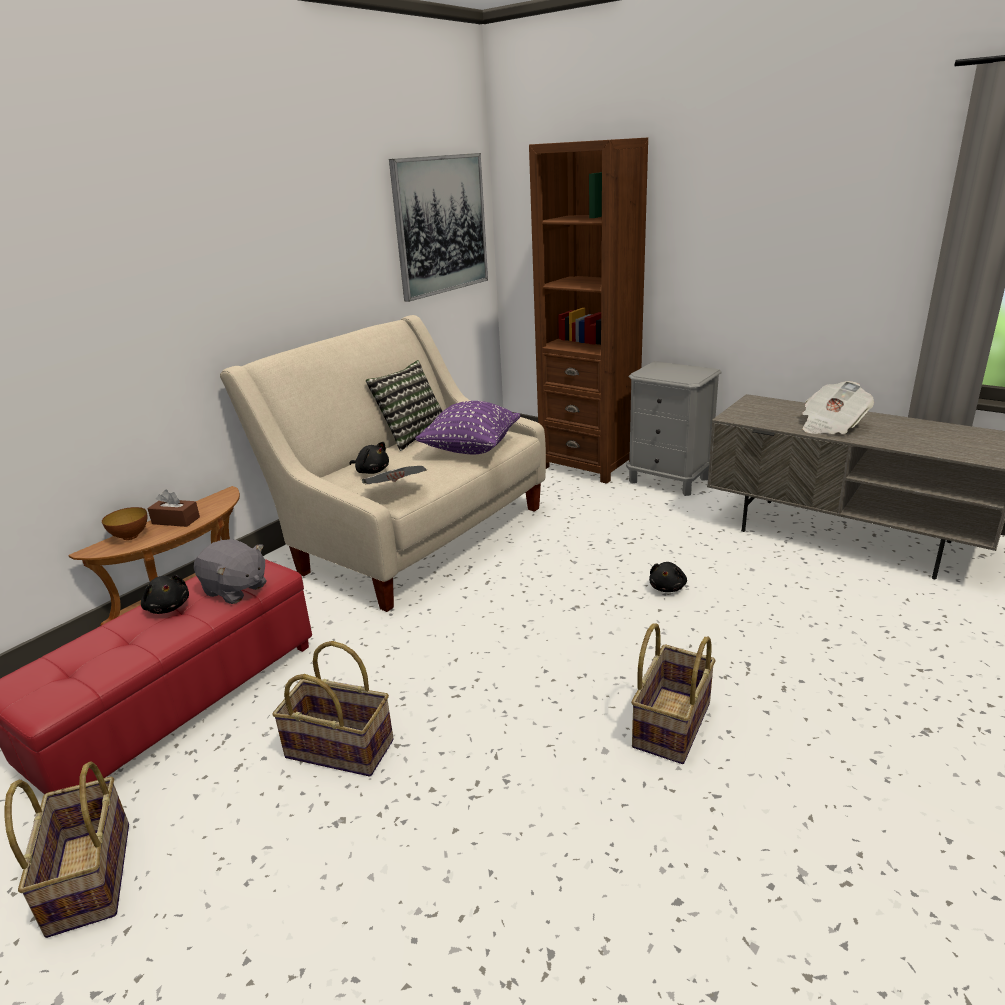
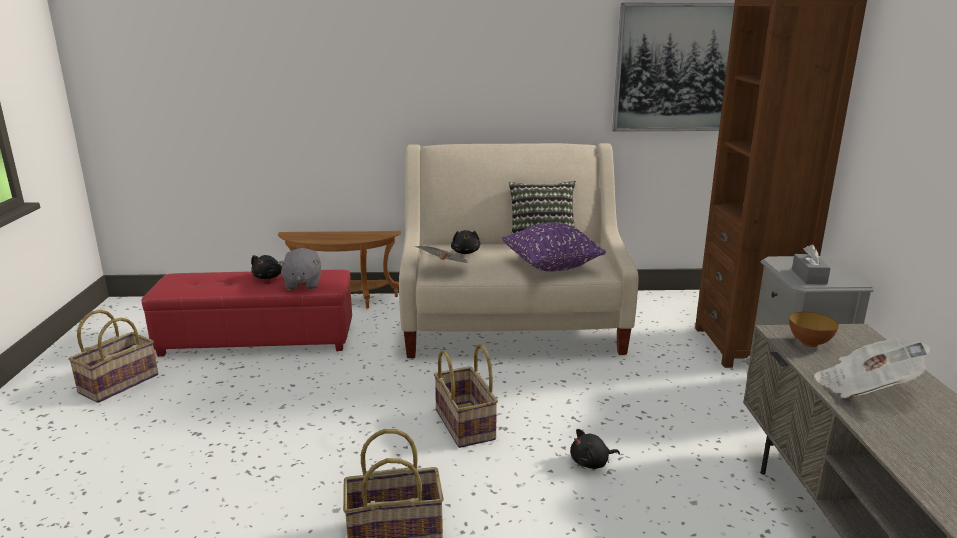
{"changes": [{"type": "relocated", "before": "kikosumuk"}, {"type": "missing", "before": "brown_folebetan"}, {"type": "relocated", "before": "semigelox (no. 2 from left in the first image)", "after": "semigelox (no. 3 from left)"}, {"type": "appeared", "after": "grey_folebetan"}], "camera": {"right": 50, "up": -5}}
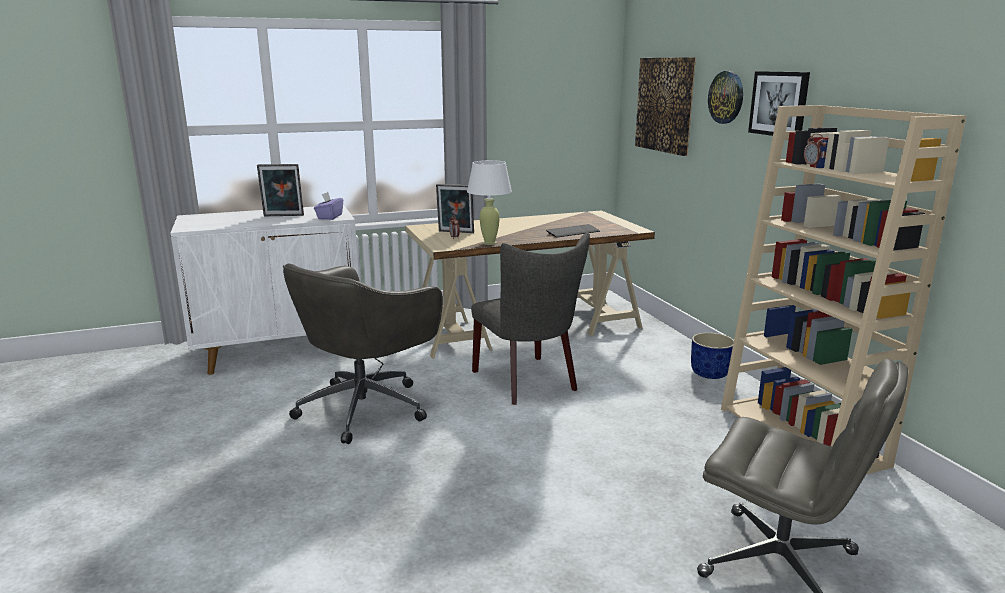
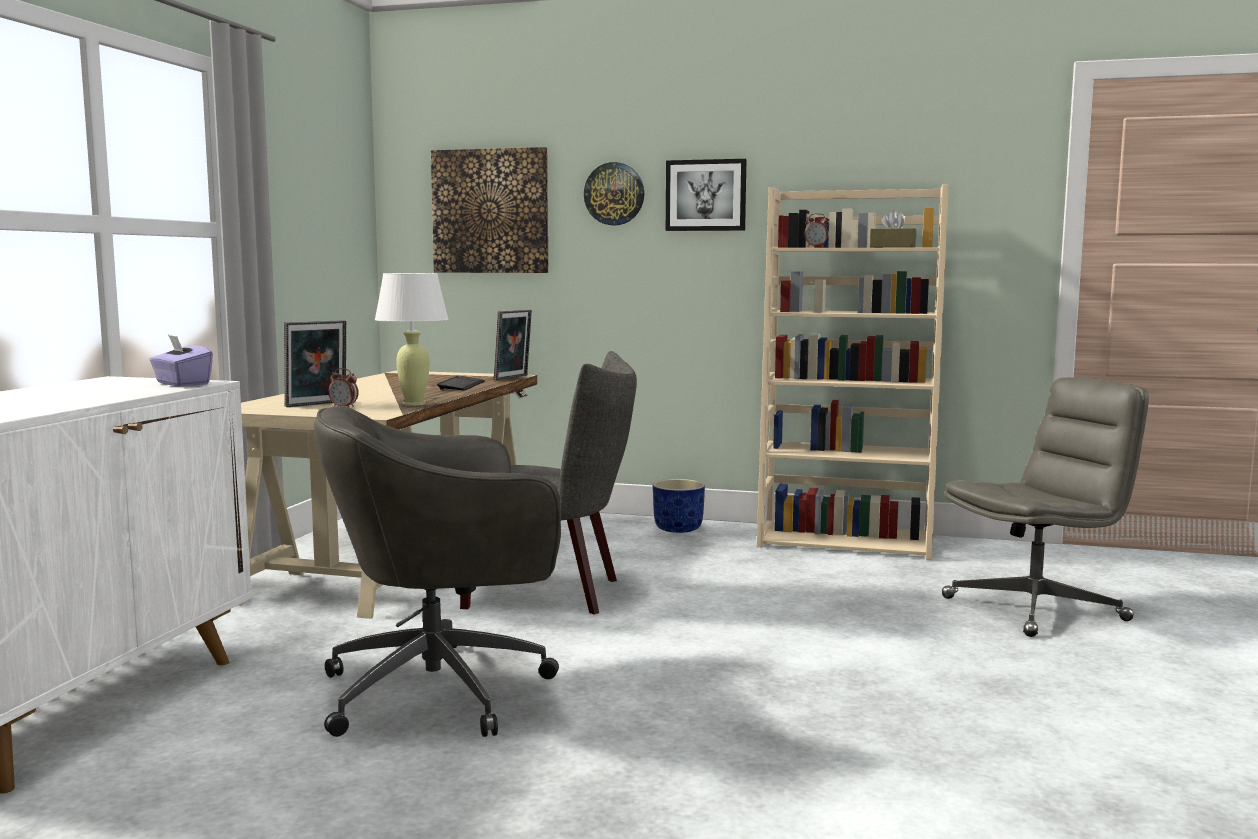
{"changes": [{"type": "relocated", "before": "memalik (no. 1 from left in the first image)", "after": "memalik (no. 2 from left)"}, {"type": "spun", "before": "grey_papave (no. 1 from left)", "turn": 90}, {"type": "appeared", "after": "brown_folebetan"}], "camera": {"right": -55, "up": -10}}
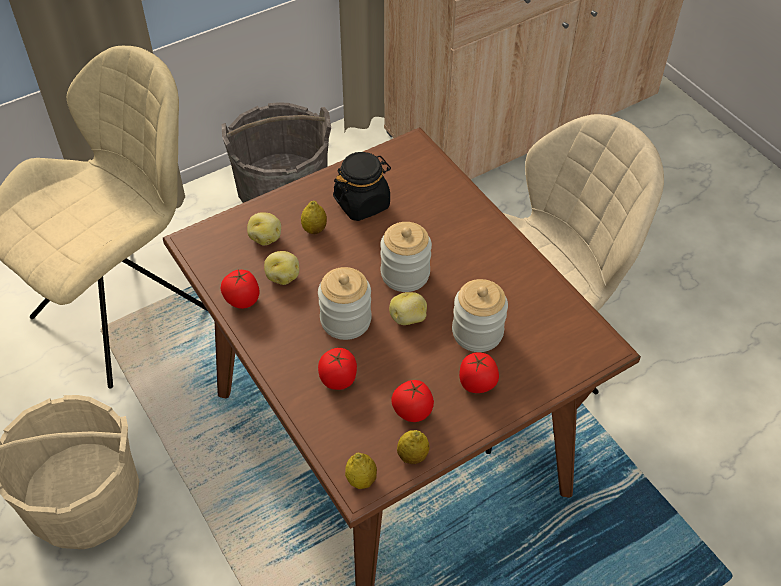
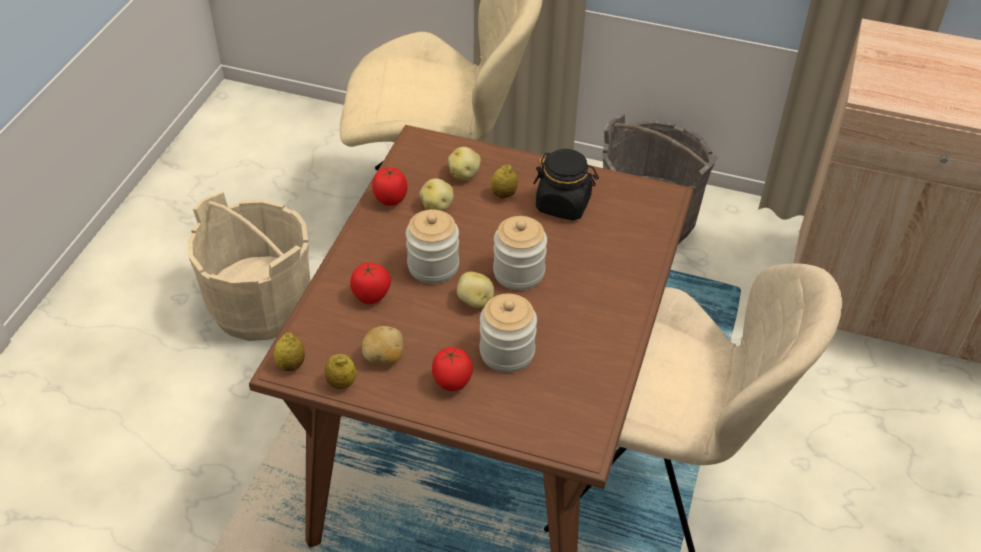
{"changes": [{"type": "exchanged", "before": "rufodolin (no. 3 from left)", "after": "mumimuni (no. 1 from left)"}], "camera": {"right": 50, "up": -5}}
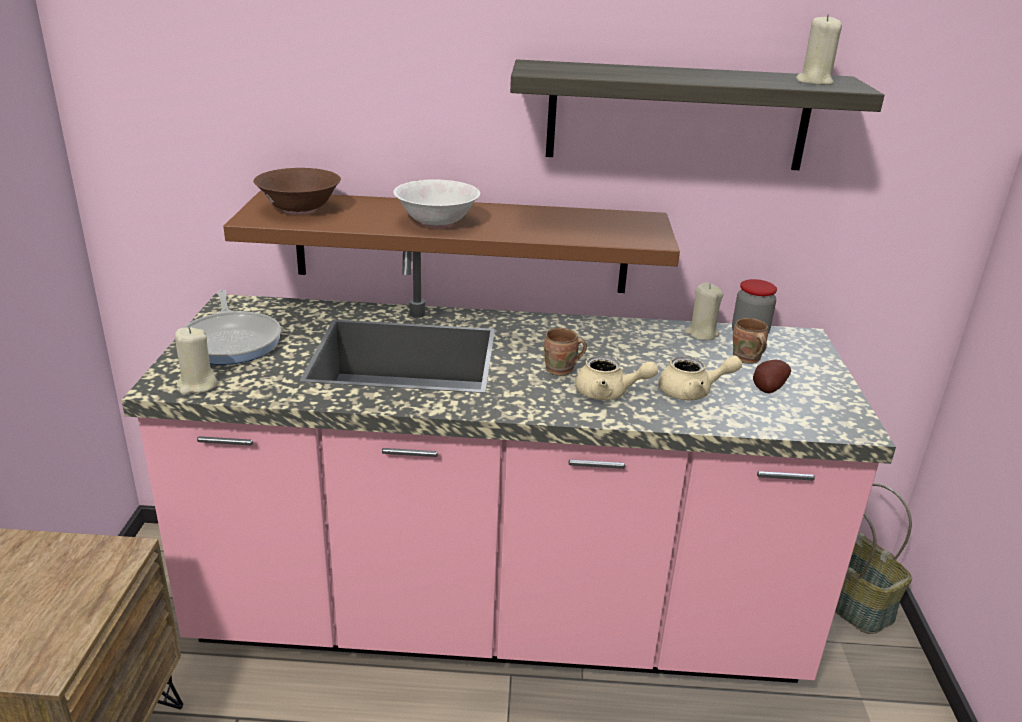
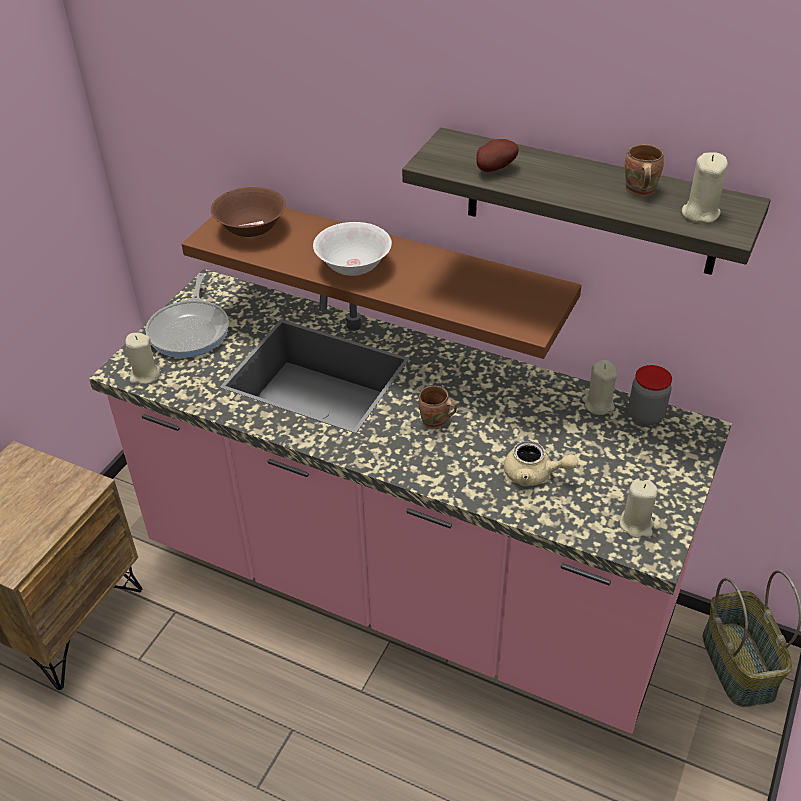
{"changes": [{"type": "missing", "before": "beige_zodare (no. 1 from left)"}, {"type": "relocated", "before": "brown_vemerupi (no. 2 from left)"}, {"type": "relocated", "before": "mumimuni"}, {"type": "appeared", "after": "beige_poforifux (no. 3 from left)"}], "camera": {"right": 25, "up": 15}}
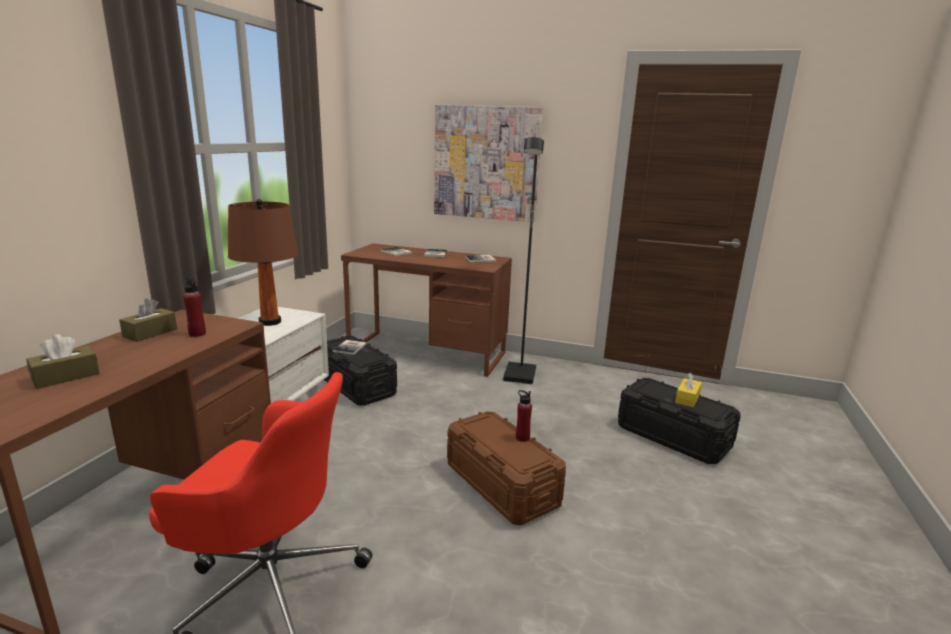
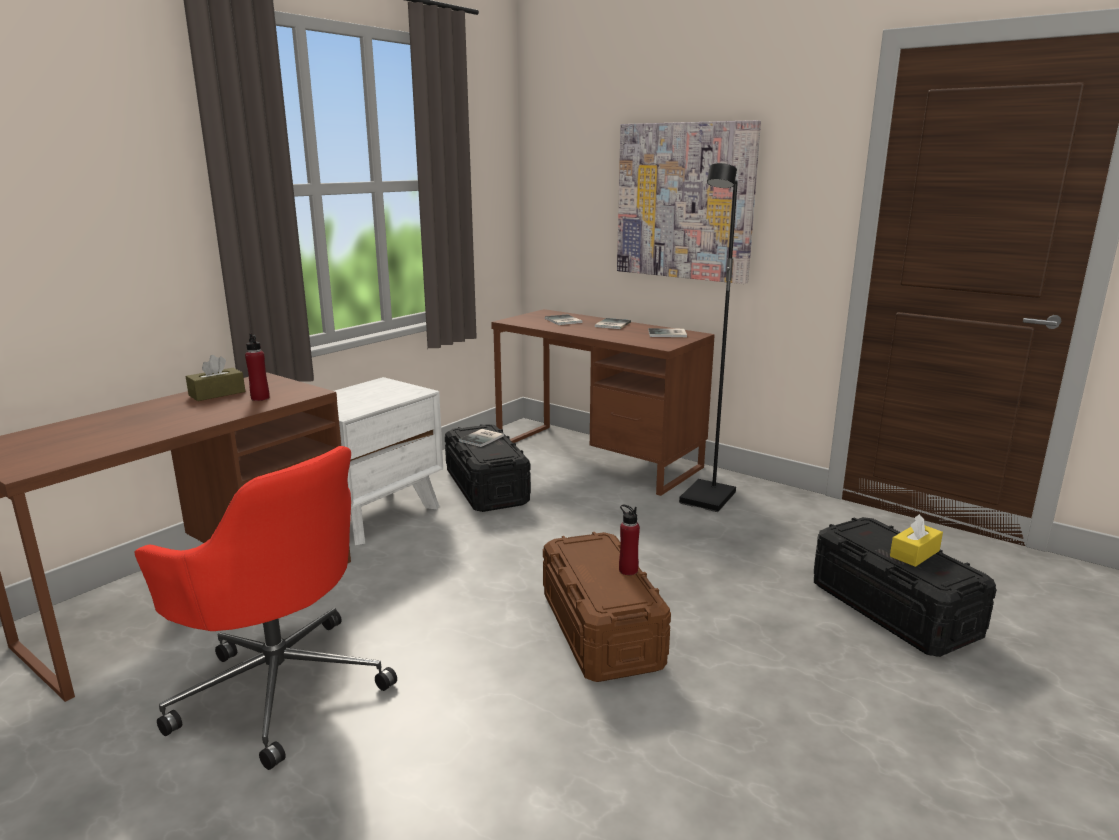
{"changes": [{"type": "missing", "before": "brown_folebetan (no. 1 from left)"}, {"type": "missing", "before": "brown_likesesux"}], "camera": {"right": 20, "up": 0}}
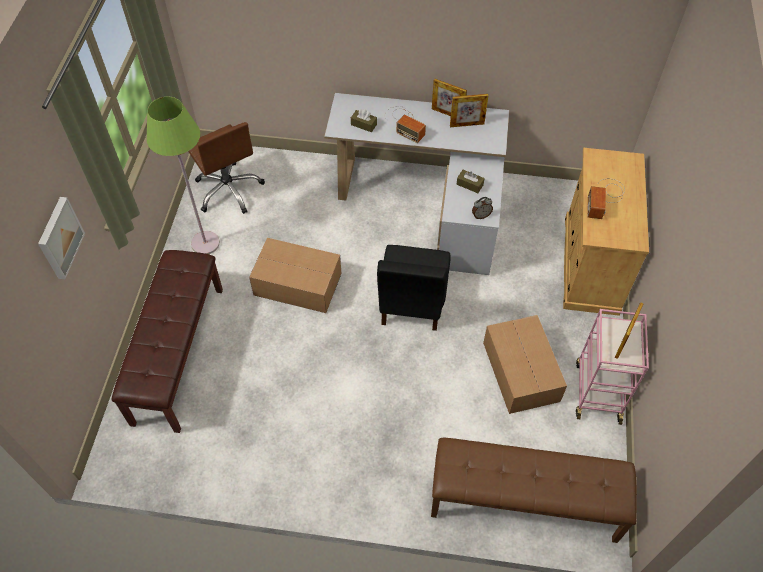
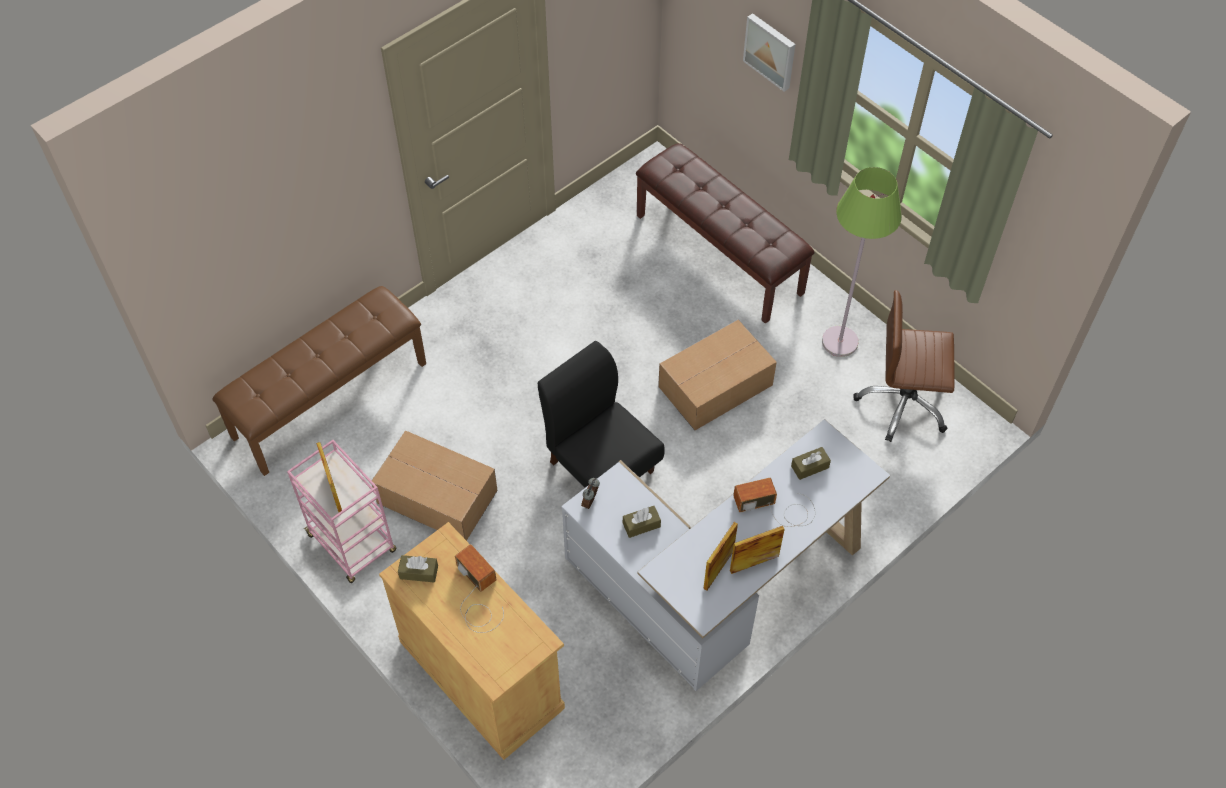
{"changes": [{"type": "appeared", "after": "brown_folebetan (no. 1 from left)"}], "camera": {"right": 130, "up": 0}}
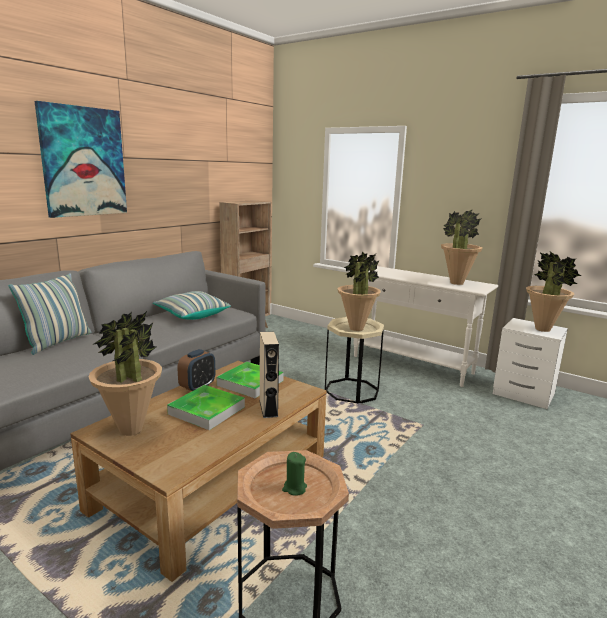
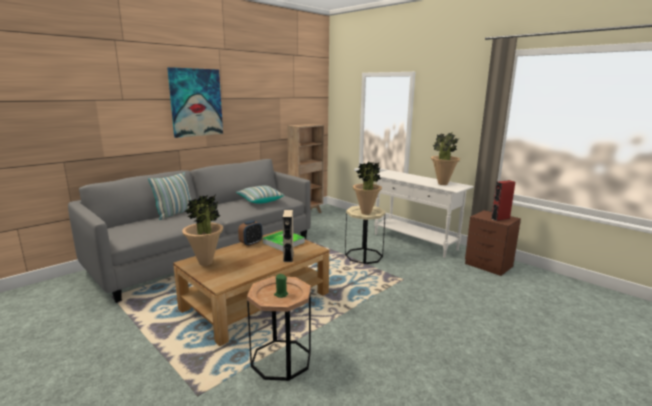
{"changes": [{"type": "missing", "before": "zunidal (no. 1 from left)"}, {"type": "colour", "before": "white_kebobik", "after": "brown_kebobik"}, {"type": "exchanged", "before": "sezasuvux (no. 4 from left)", "after": "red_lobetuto"}], "camera": {"right": 10, "up": 0}}
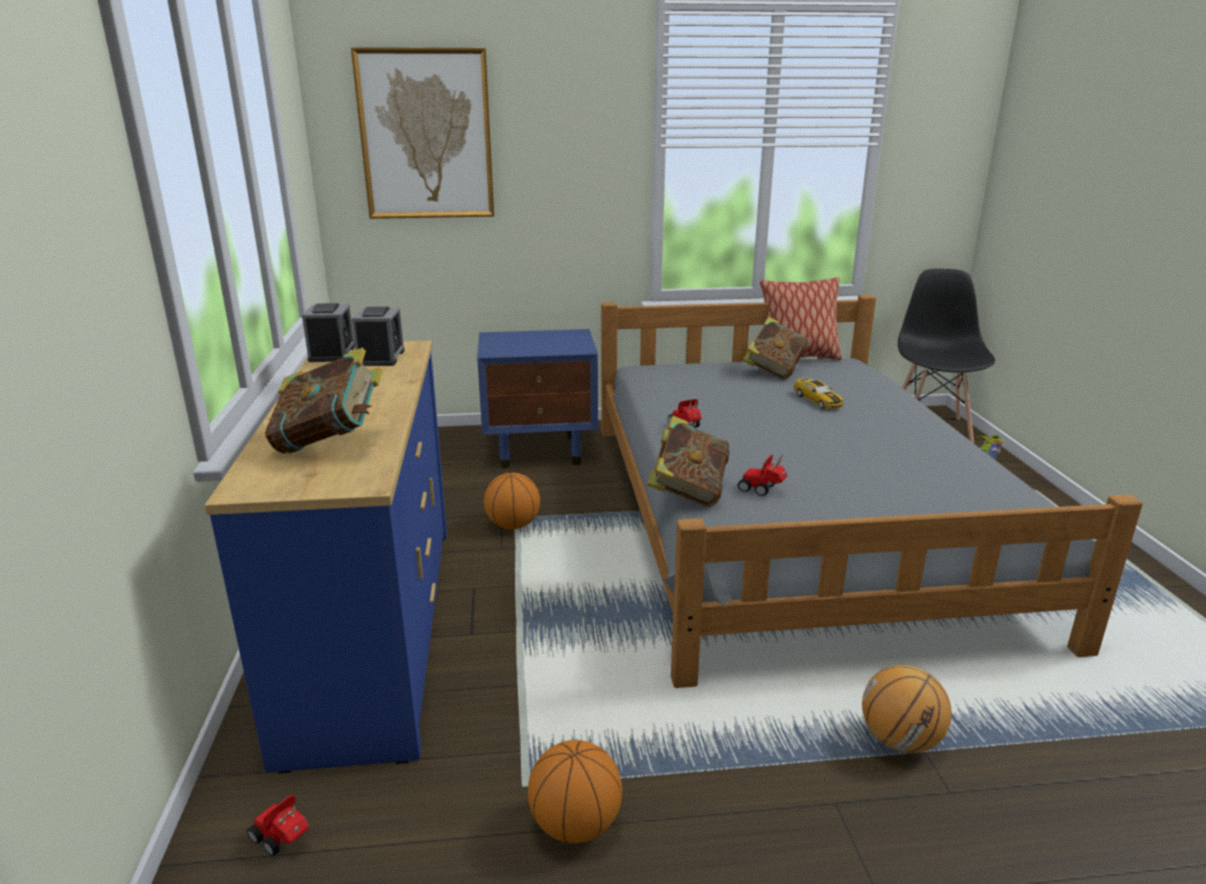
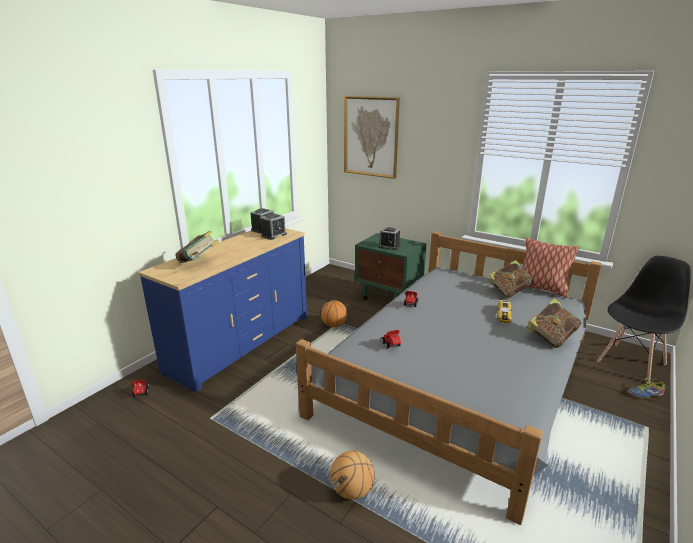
{"changes": [{"type": "colour", "before": "blue_kebobik", "after": "green_kebobik"}, {"type": "missing", "before": "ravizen (no. 2 from left)"}, {"type": "relocated", "before": "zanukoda (no. 2 from left in the first image)", "after": "zanukoda (no. 3 from left)"}, {"type": "appeared", "after": "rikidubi (no. 3 from left)"}], "camera": {"right": 40, "up": 0}}
